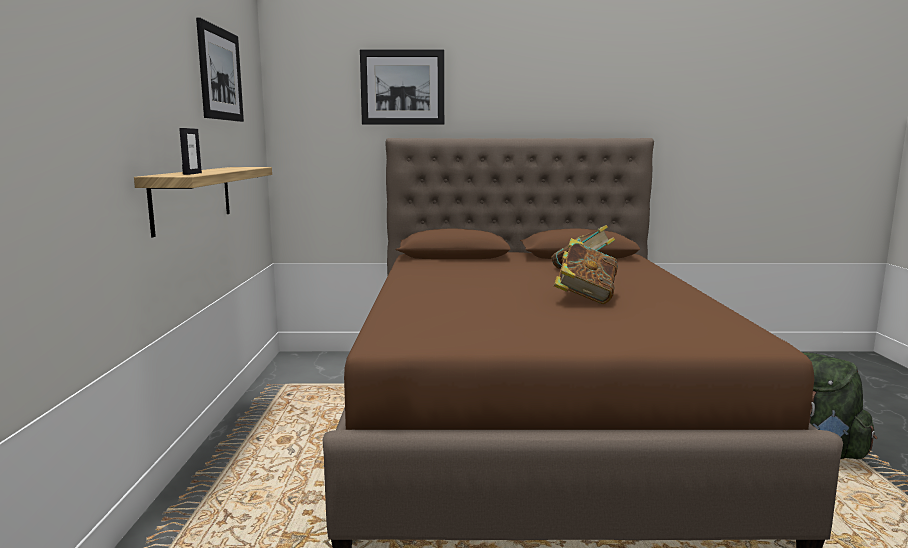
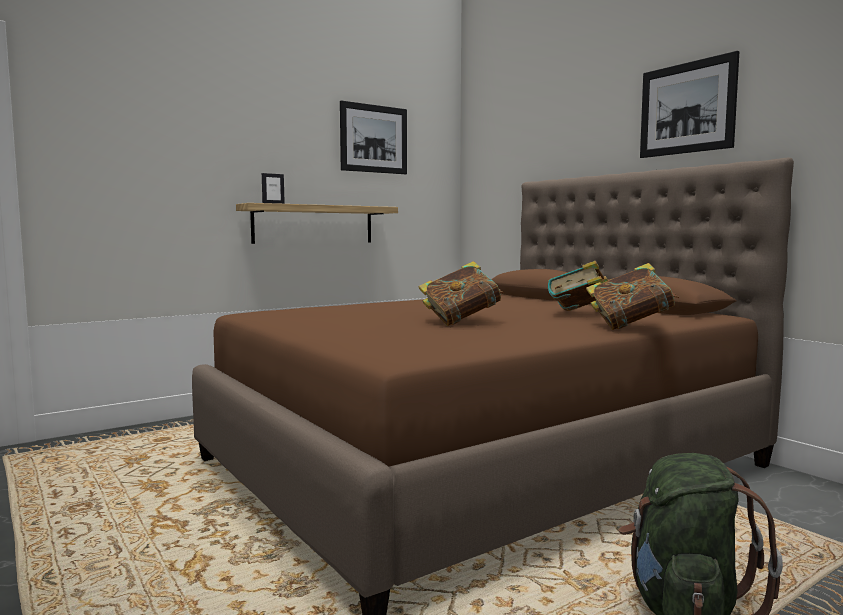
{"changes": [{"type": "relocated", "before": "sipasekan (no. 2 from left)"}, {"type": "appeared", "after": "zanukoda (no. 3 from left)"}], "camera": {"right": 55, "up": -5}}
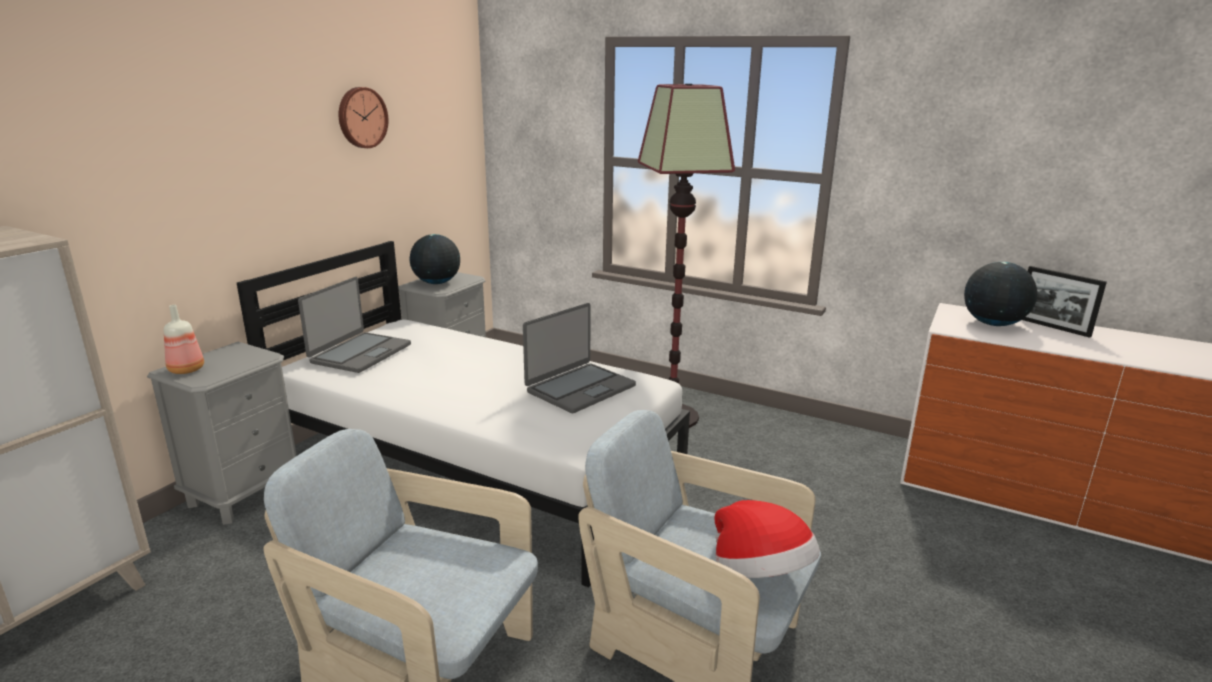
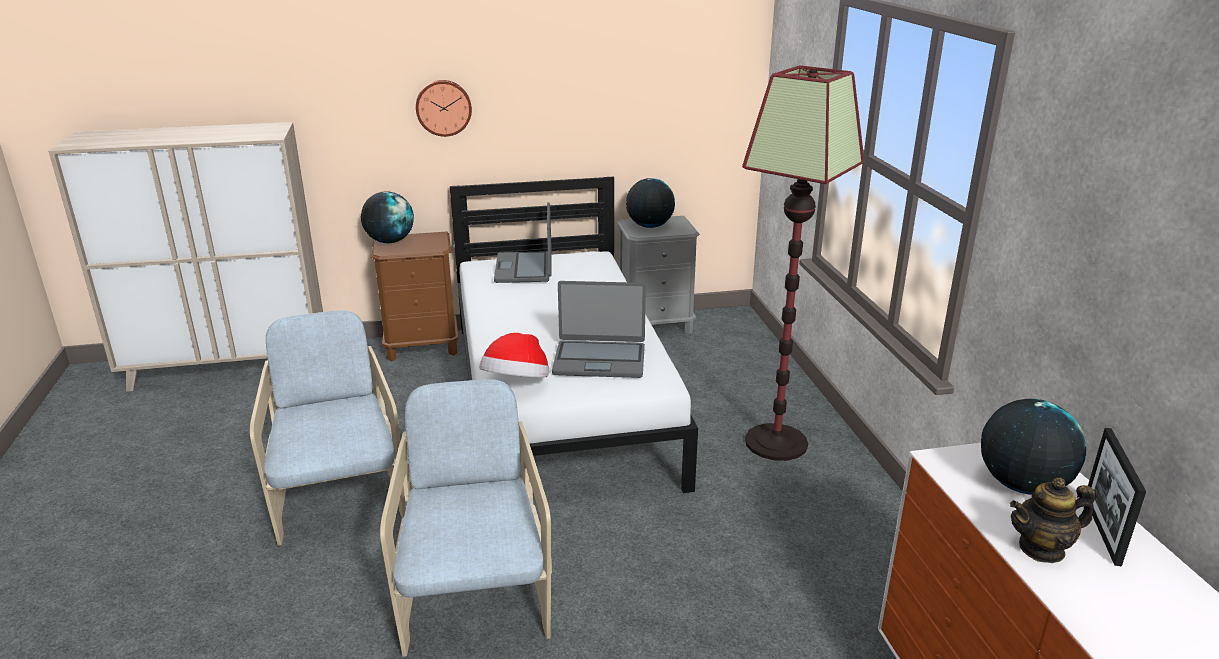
{"changes": [{"type": "colour", "before": "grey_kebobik (no. 1 from left)", "after": "brown_kebobik"}, {"type": "exchanged", "before": "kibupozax", "after": "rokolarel (no. 1 from left)"}, {"type": "spun", "before": "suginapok (no. 1 from left)", "turn": 105}, {"type": "relocated", "before": "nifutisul"}, {"type": "relocated", "before": "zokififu"}, {"type": "appeared", "after": "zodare"}], "camera": {"right": 50, "up": 5}}
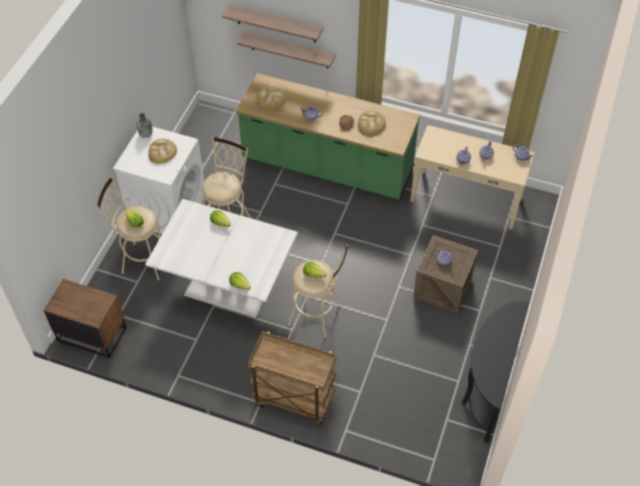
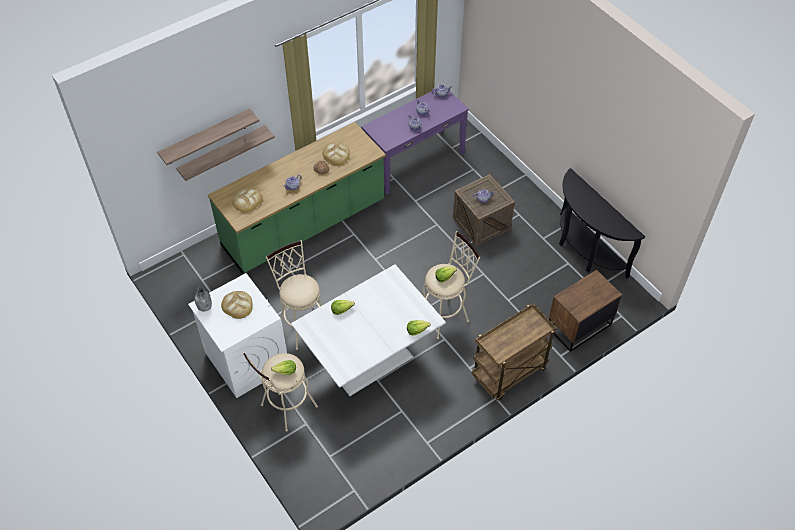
{"changes": [{"type": "relocated", "before": "brown_kebobik"}, {"type": "colour", "before": "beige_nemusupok", "after": "purple_nemusupok"}], "camera": {"right": -55, "up": 0}}
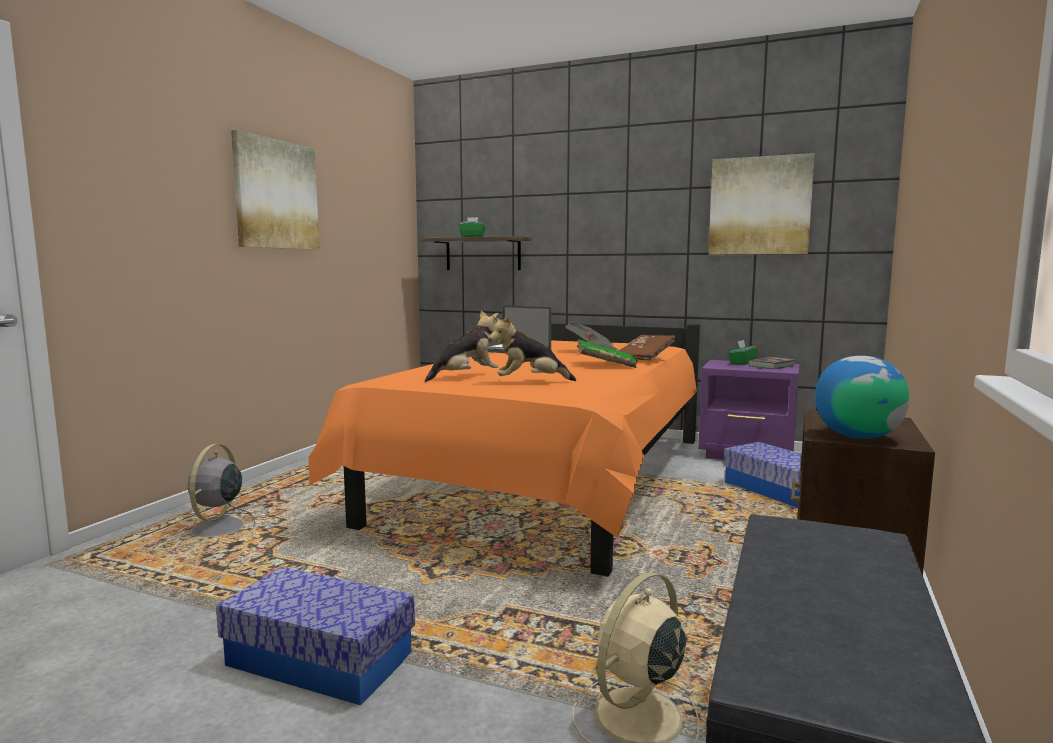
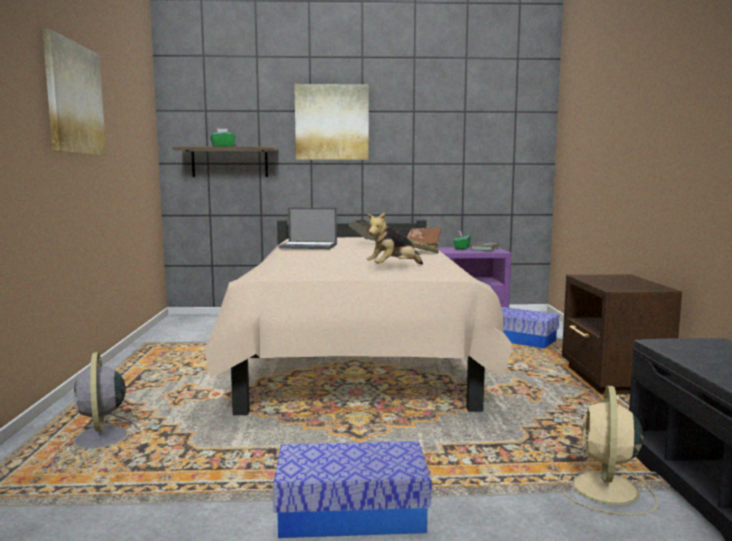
{"changes": [{"type": "colour", "before": "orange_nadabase", "after": "beige_nadabase"}, {"type": "missing", "before": "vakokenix (no. 1 from left)"}, {"type": "relocated", "before": "sipasekan (no. 2 from left)"}, {"type": "missing", "before": "rokolarel"}], "camera": {"right": -25, "up": 0}}
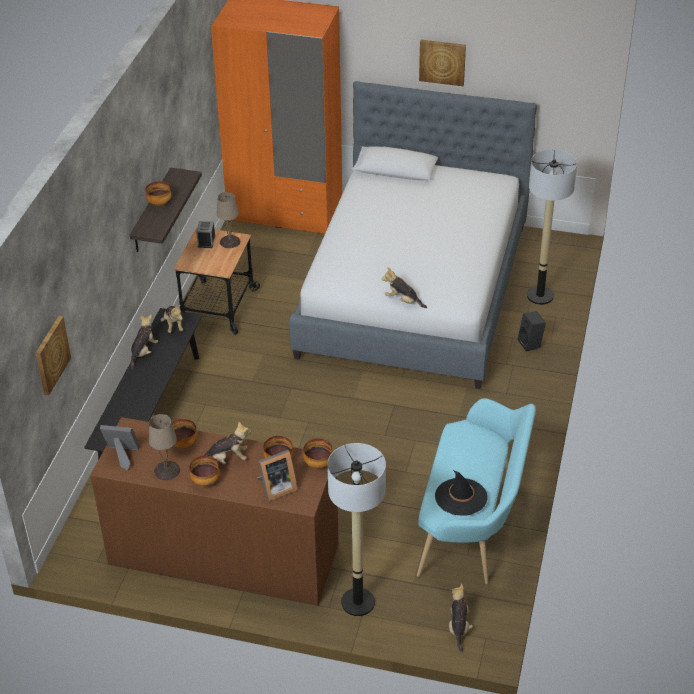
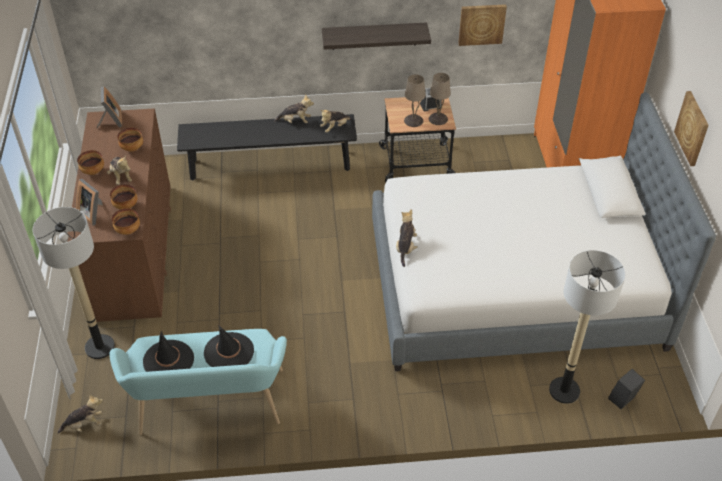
{"changes": [{"type": "relocated", "before": "sipasekan (no. 1 from left)"}, {"type": "missing", "before": "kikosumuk (no. 1 from left)"}, {"type": "relocated", "before": "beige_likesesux (no. 1 from left)"}, {"type": "relocated", "before": "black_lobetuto"}, {"type": "appeared", "after": "black_zokififu (no. 2 from left)"}], "camera": {"right": 70, "up": 5}}
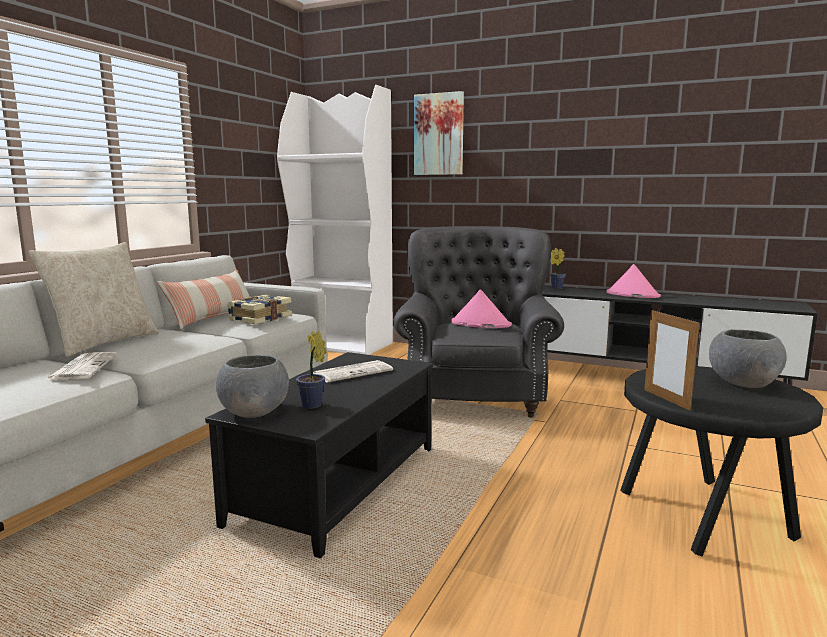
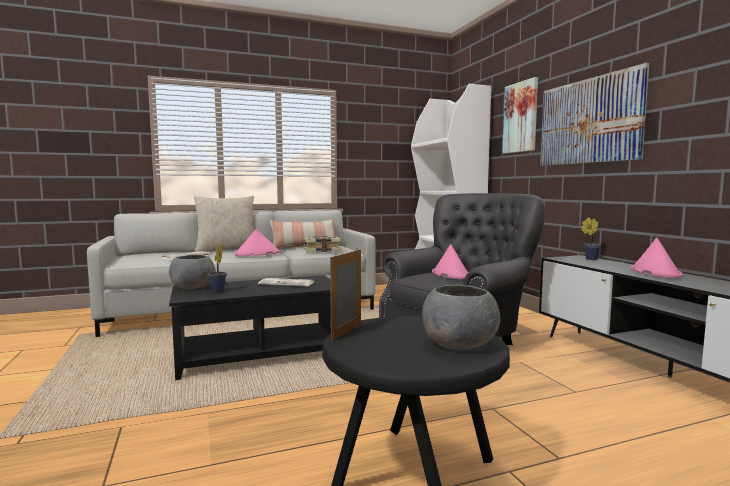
{"changes": [{"type": "appeared", "after": "pink_zokififu (no. 1 from left)"}, {"type": "appeared", "after": "sipasekan (no. 2 from left)"}], "camera": {"right": 45, "up": -5}}
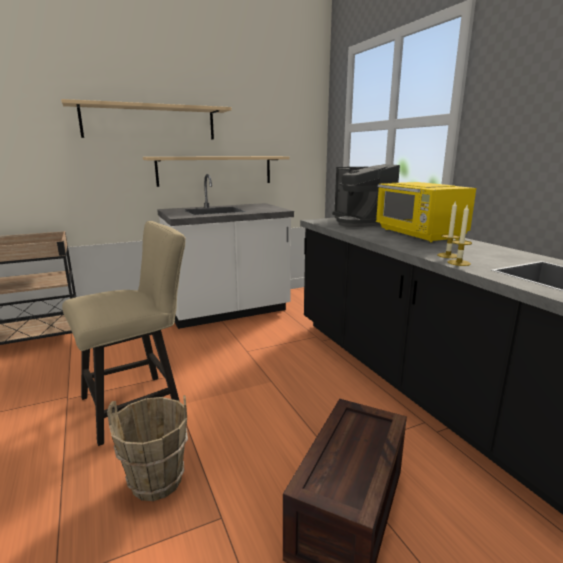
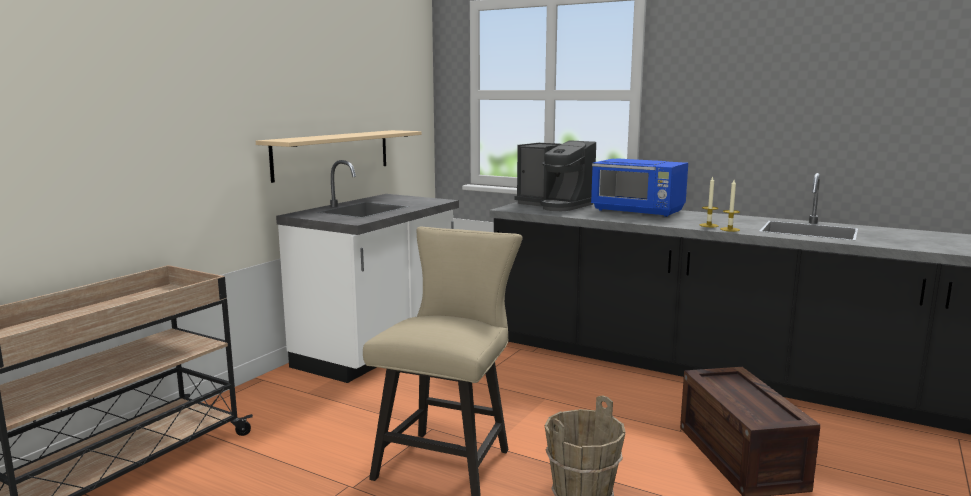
{"changes": [{"type": "missing", "before": "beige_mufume (no. 1 from left)"}, {"type": "colour", "before": "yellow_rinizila", "after": "blue_rinizila"}], "camera": {"right": -35, "up": -5}}
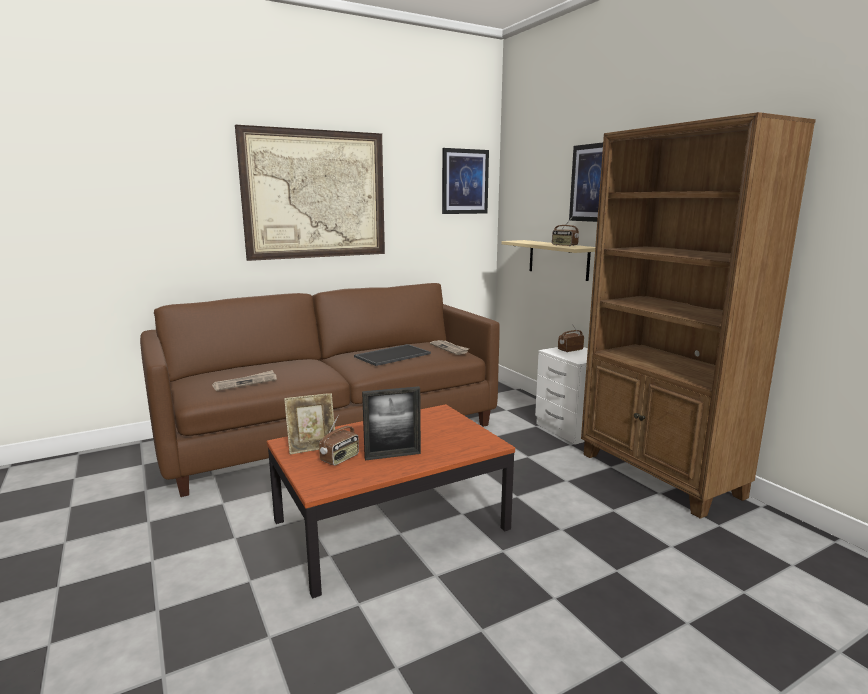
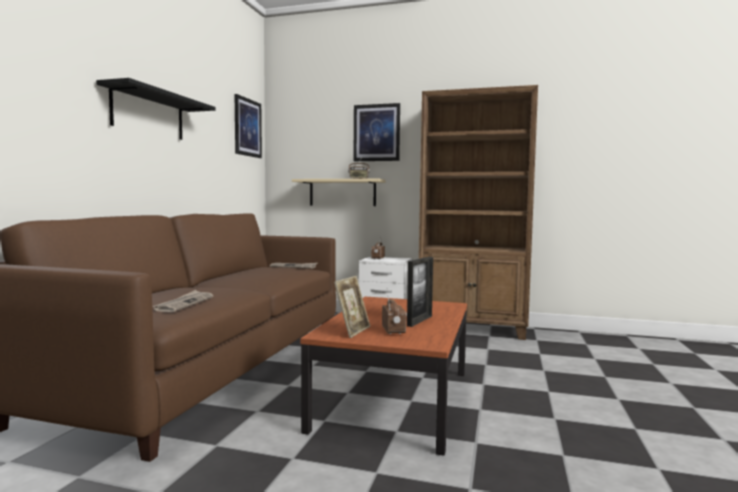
{"changes": [{"type": "exchanged", "before": "sipasekan (no. 1 from left)", "after": "black_mufume"}, {"type": "missing", "before": "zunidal"}], "camera": {"right": -45, "up": -10}}
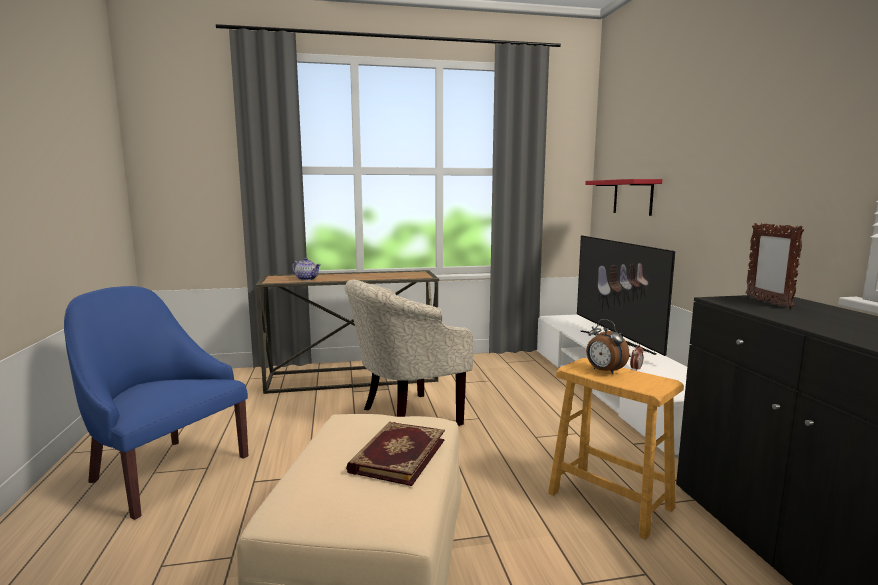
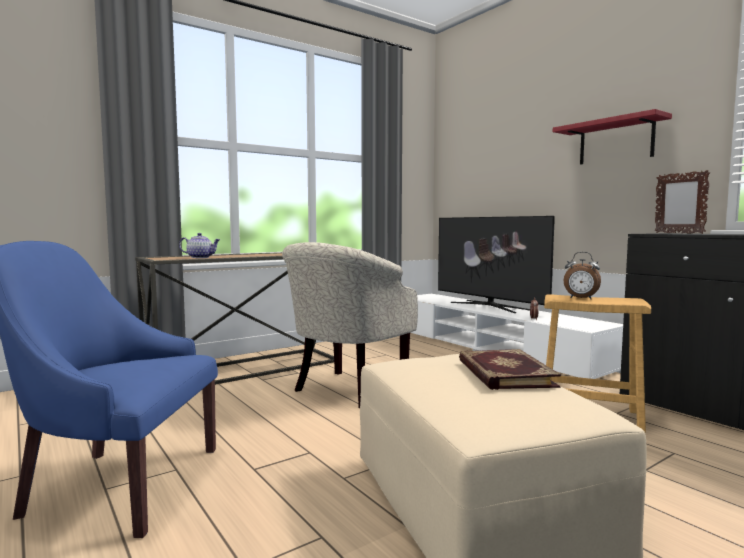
{"changes": [{"type": "relocated", "before": "red_mufume"}], "camera": {"right": -25, "up": -5}}
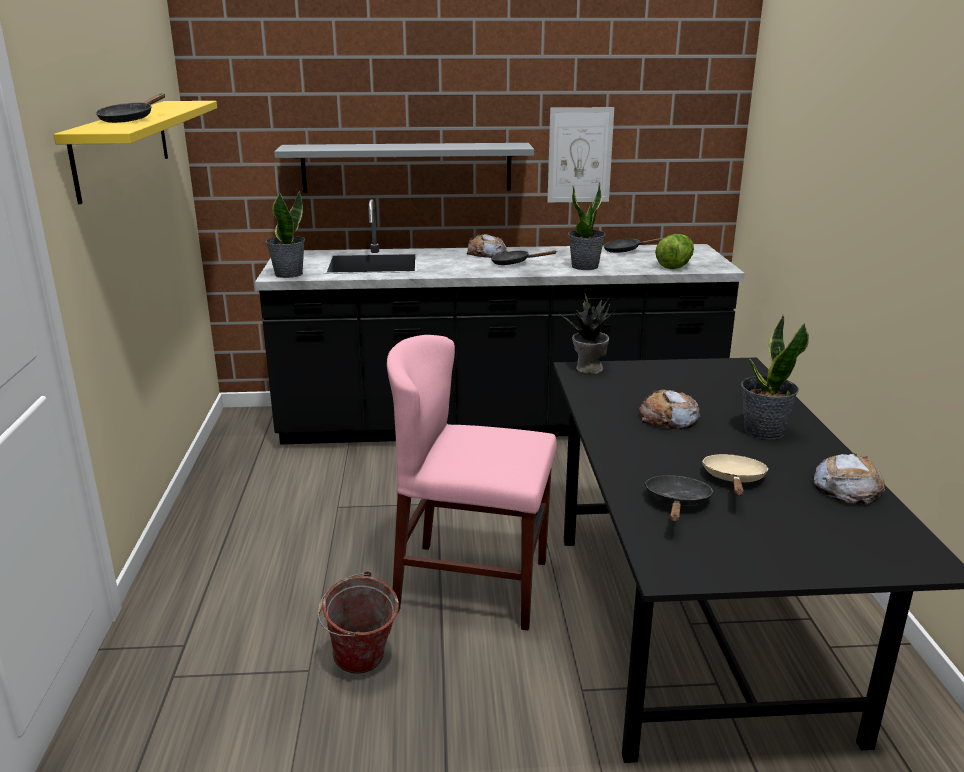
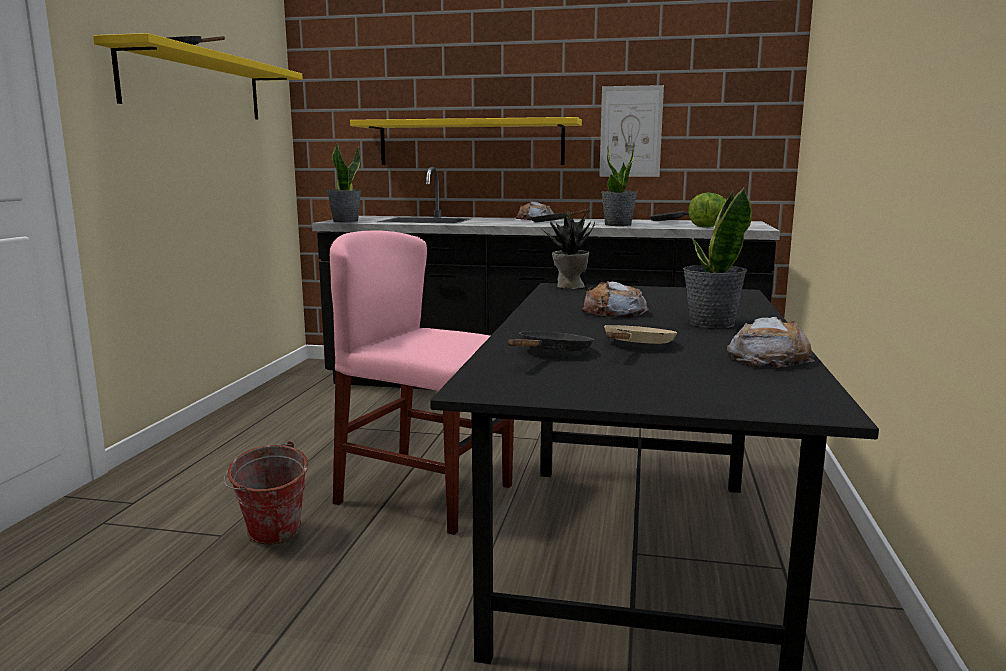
{"changes": [{"type": "colour", "before": "grey_mufume", "after": "yellow_mufume (no. 2 from left)"}], "camera": {"right": 15, "up": -10}}
